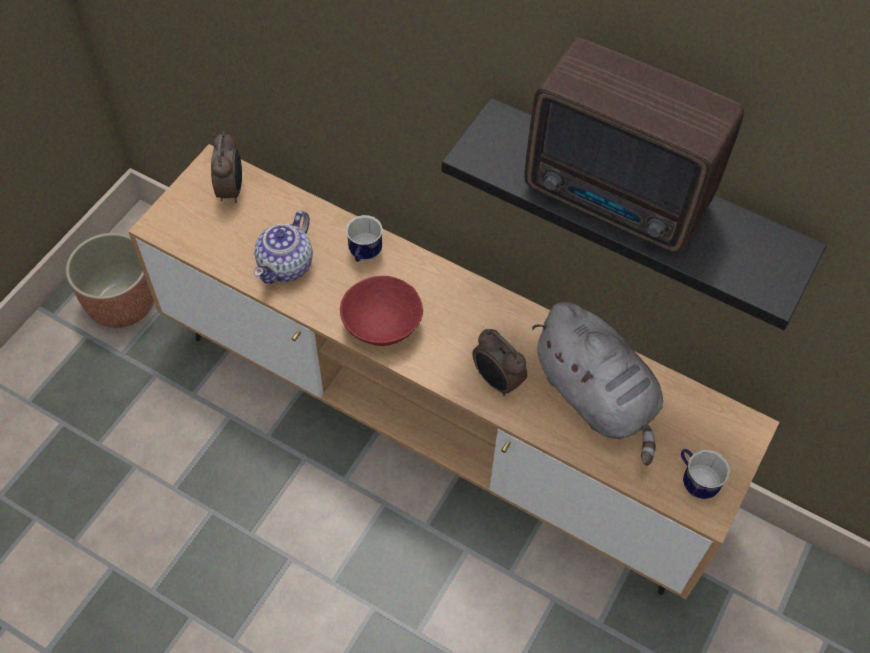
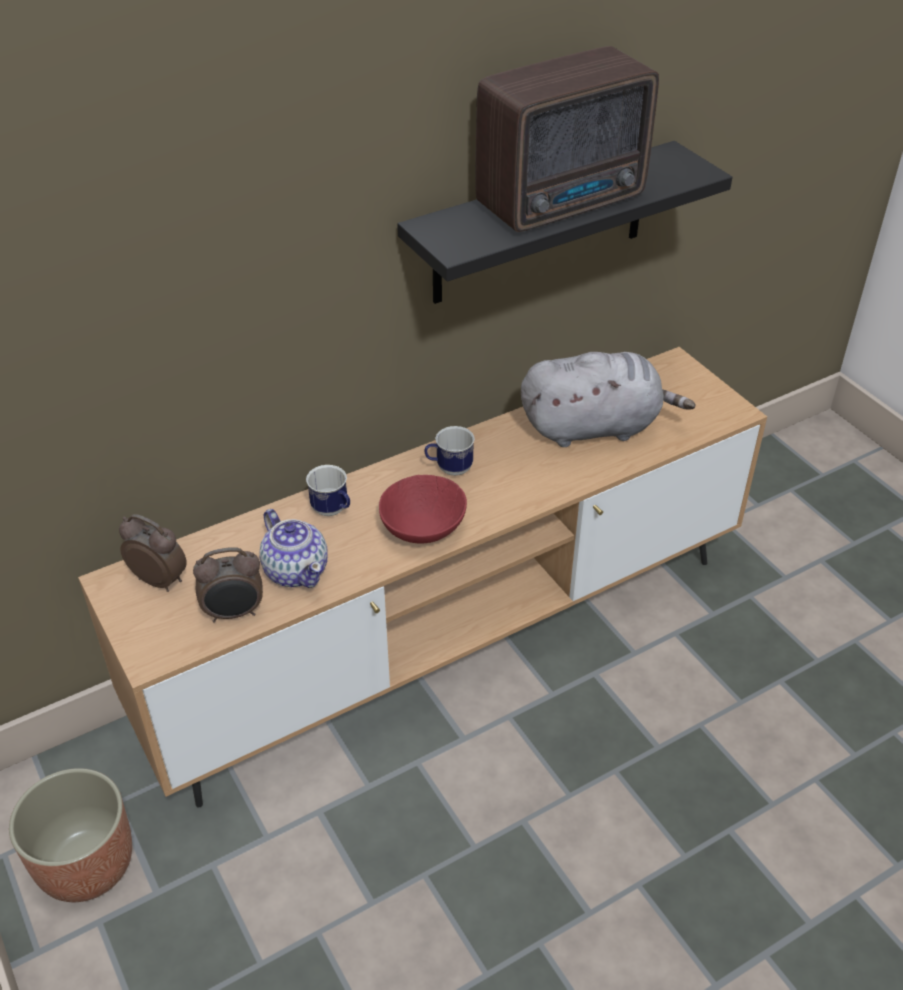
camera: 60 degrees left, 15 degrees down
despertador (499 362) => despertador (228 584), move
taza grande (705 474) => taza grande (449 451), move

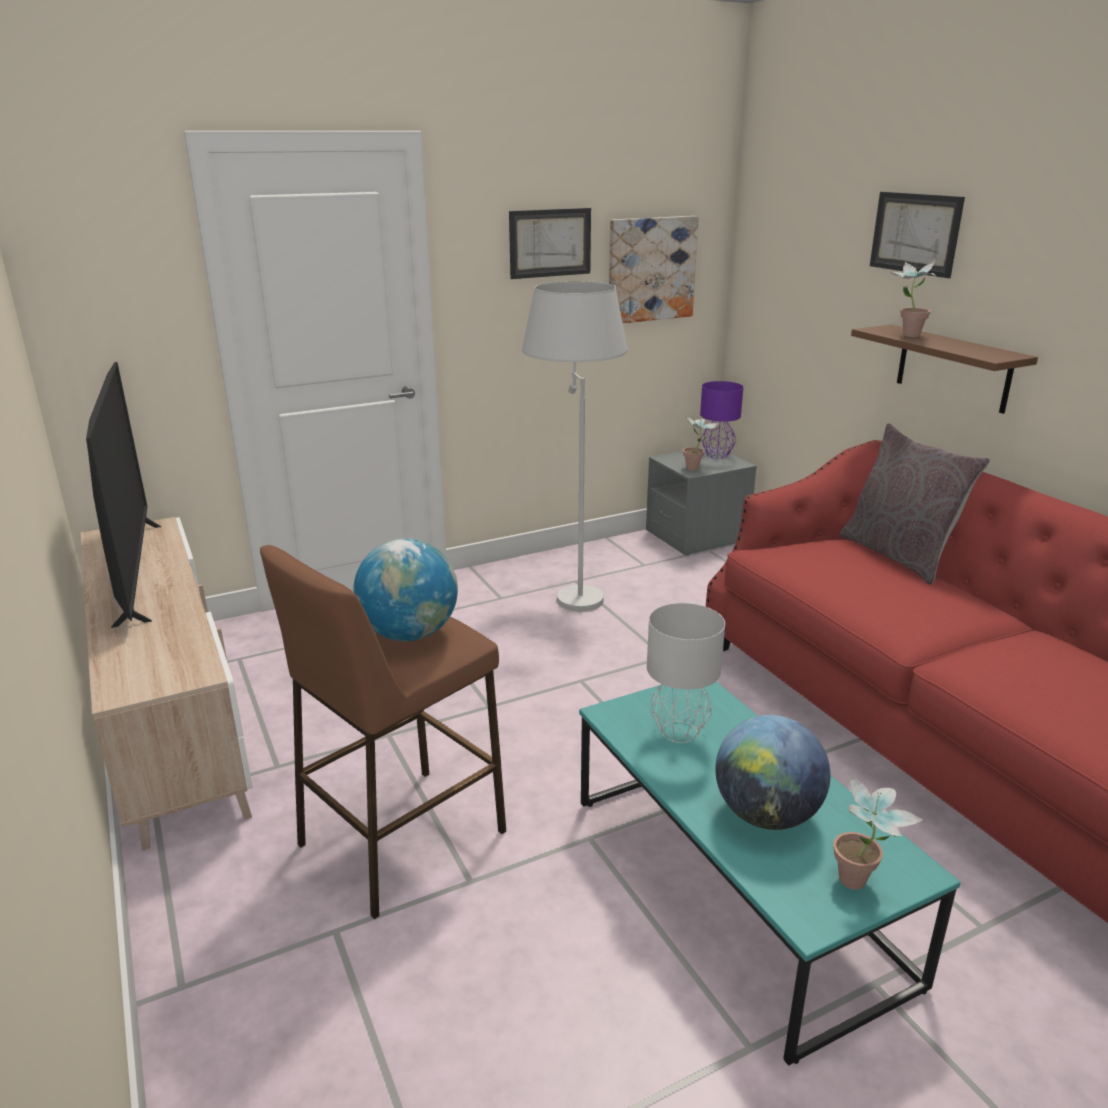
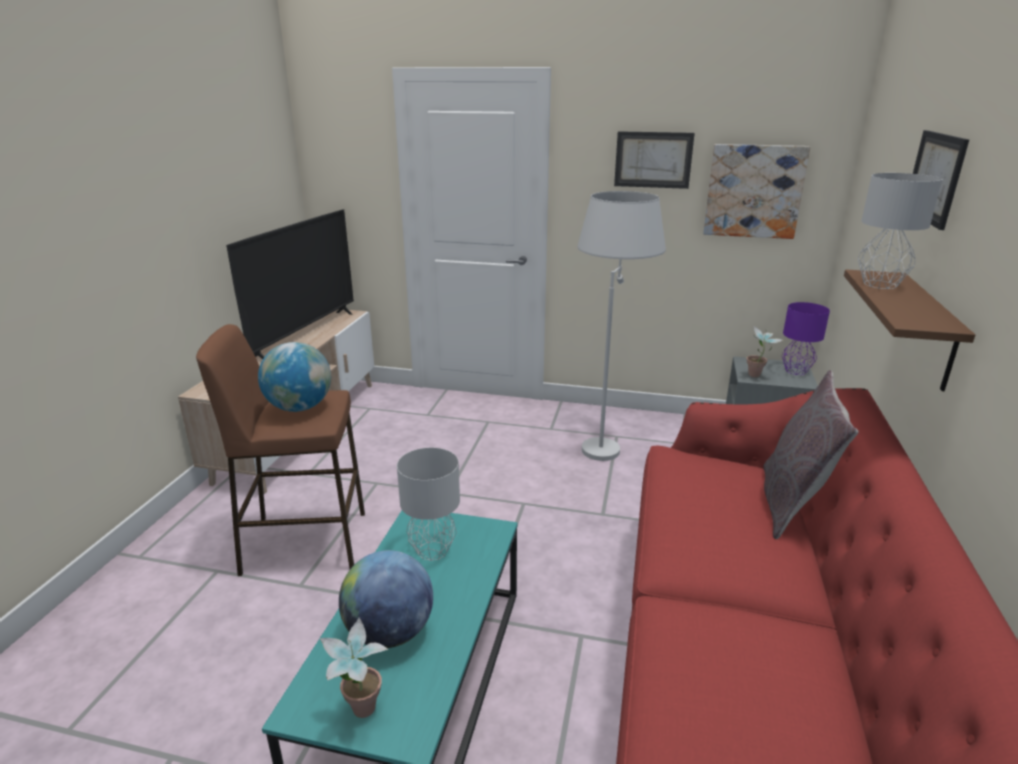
camera: 40 degrees right, 0 degrees up
planta en maceta (913 298) => lámpara de mesa/gris (900 231)

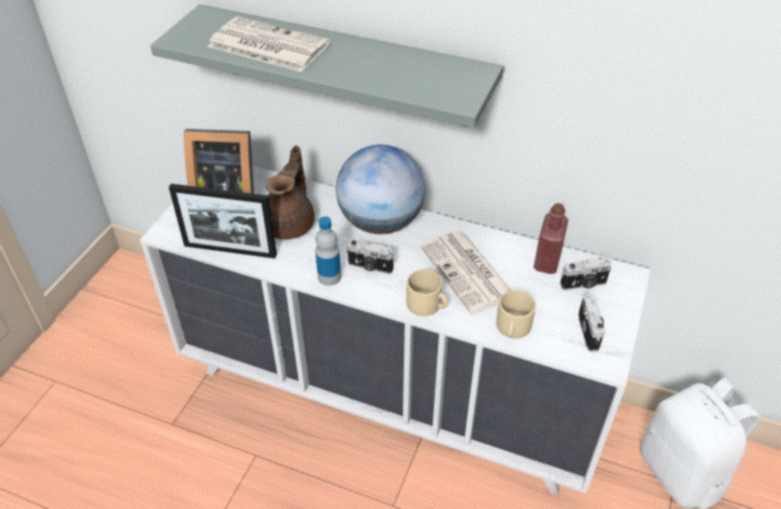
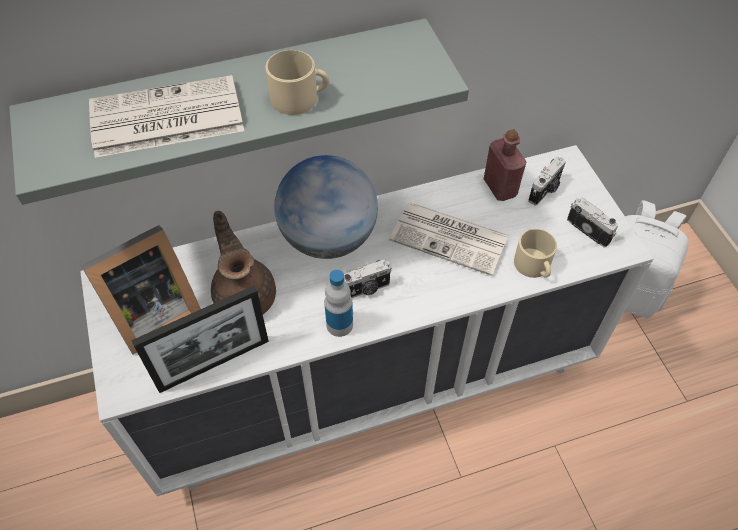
camera: 40 degrees left, 10 degrees up
taza grande/beis (427 292) => taza grande/beis (297 82), move

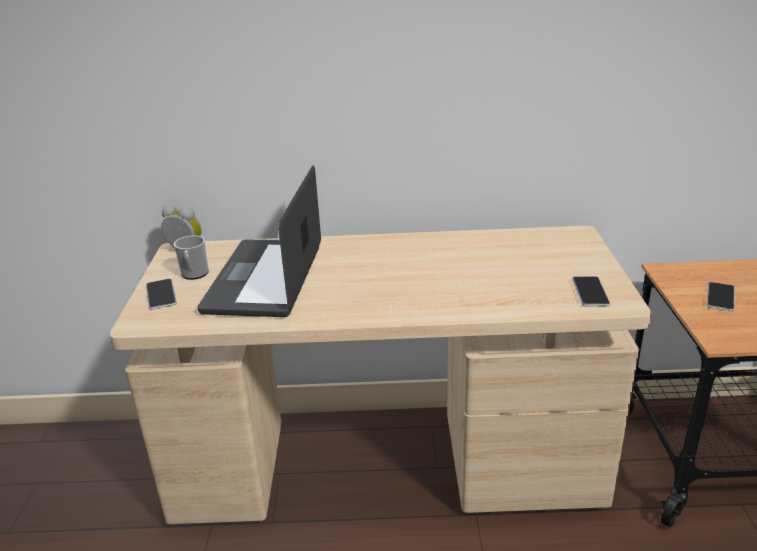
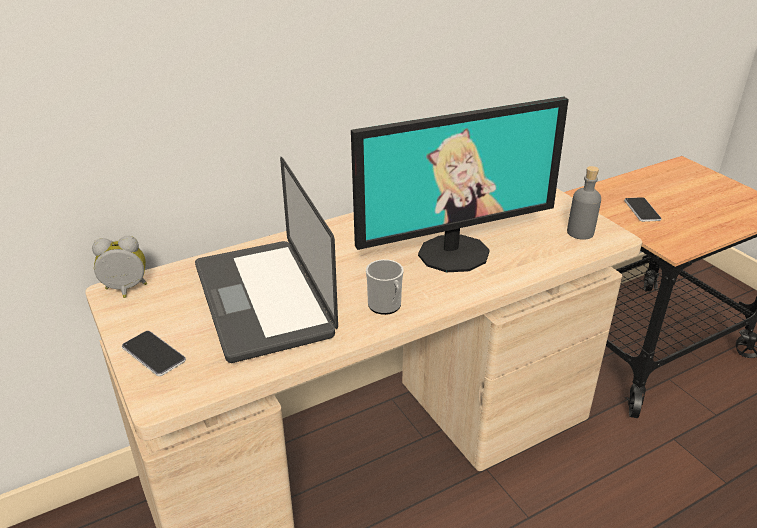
camera: 30 degrees left, 5 degrees up
taza grande (191 257) => taza grande (385 287), move
móvil (591 291) => botella/gris (584 203)
nothing => monitor (460 184)

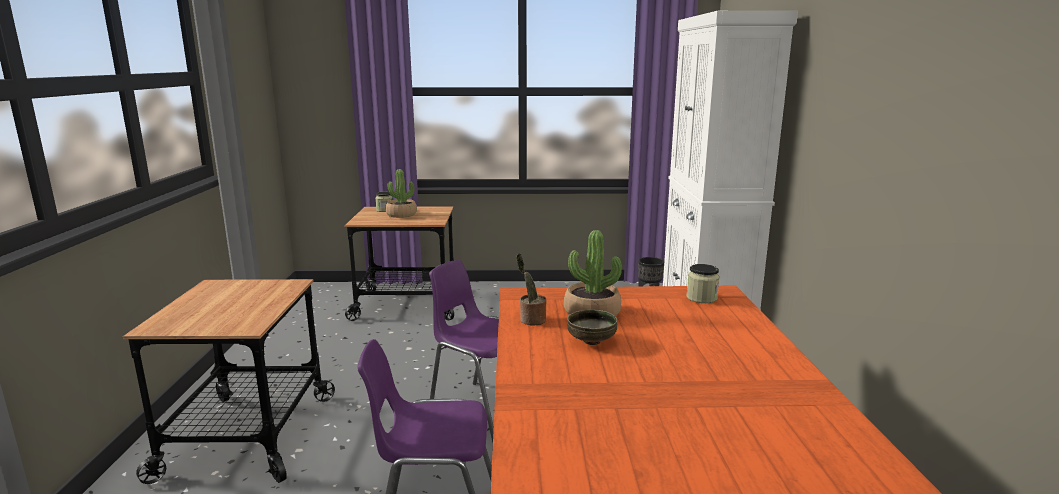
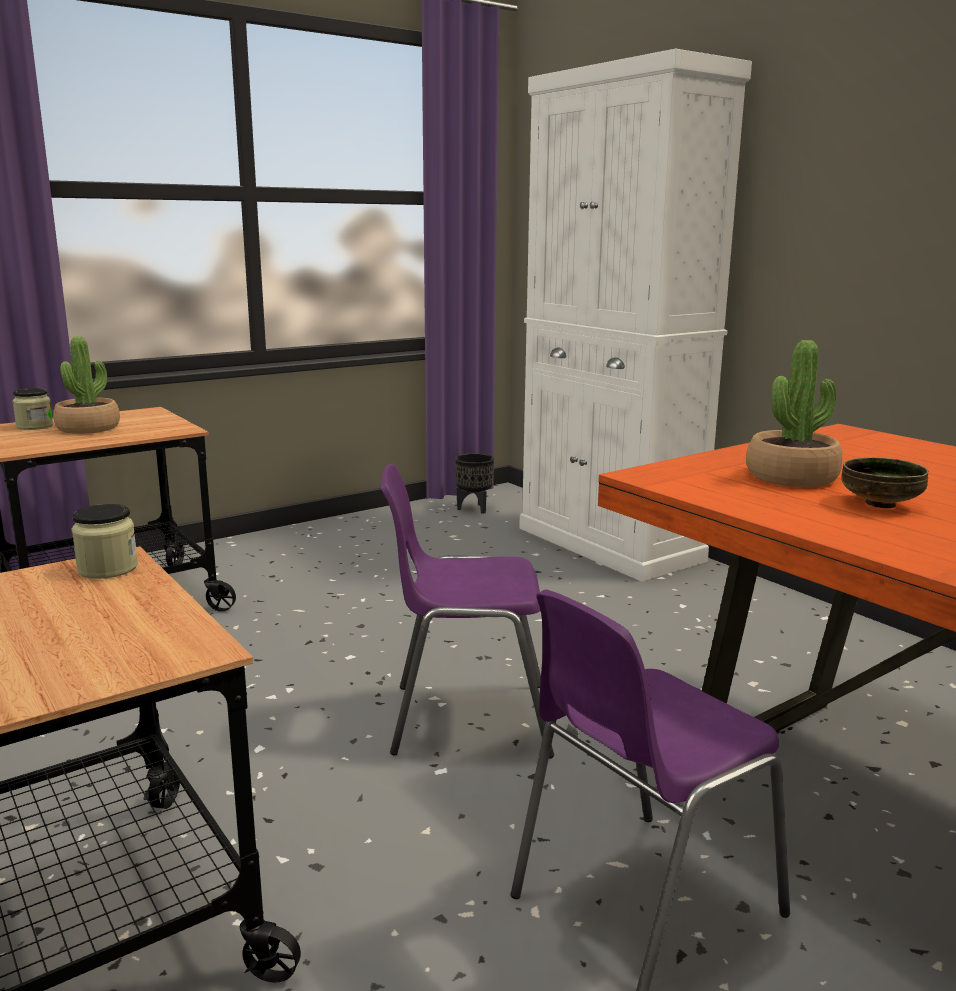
camera: 35 degrees left, 0 degrees up
planta en maceta (531 289) => nothing
tarro (703 283) => tarro (105 541), move

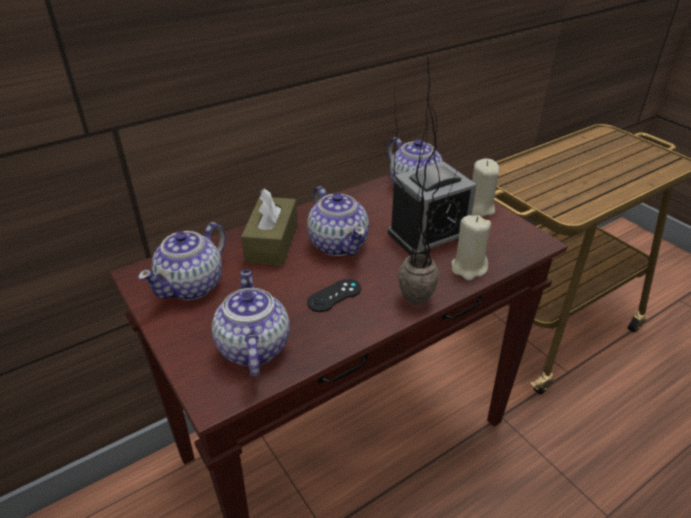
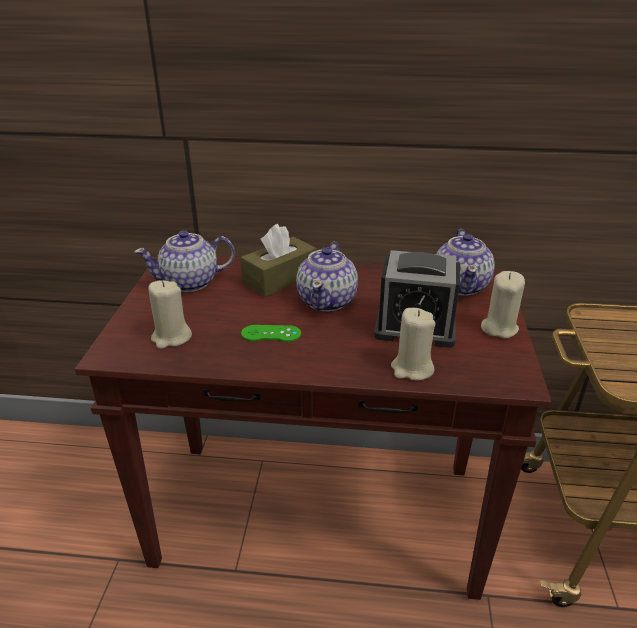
camera: 40 degrees right, 5 degrees down
planta en maceta (425 179) => nothing
tetera (251 323) => vela/beis (170 314)
mando de consola/negro (334 295) => mando de consola/verde (271 333)

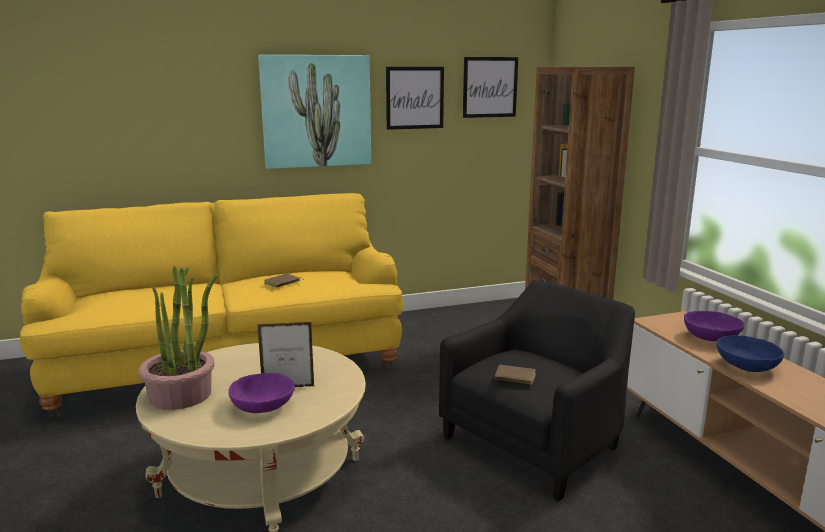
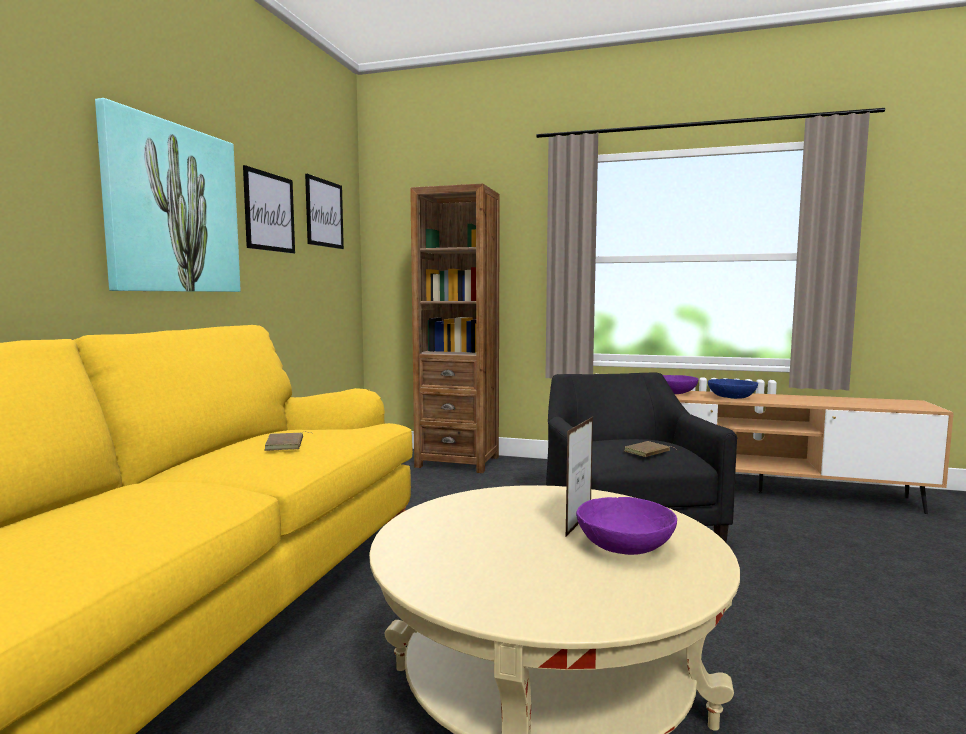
camera: 55 degrees left, 10 degrees down
planta en maceta (178 338) => nothing

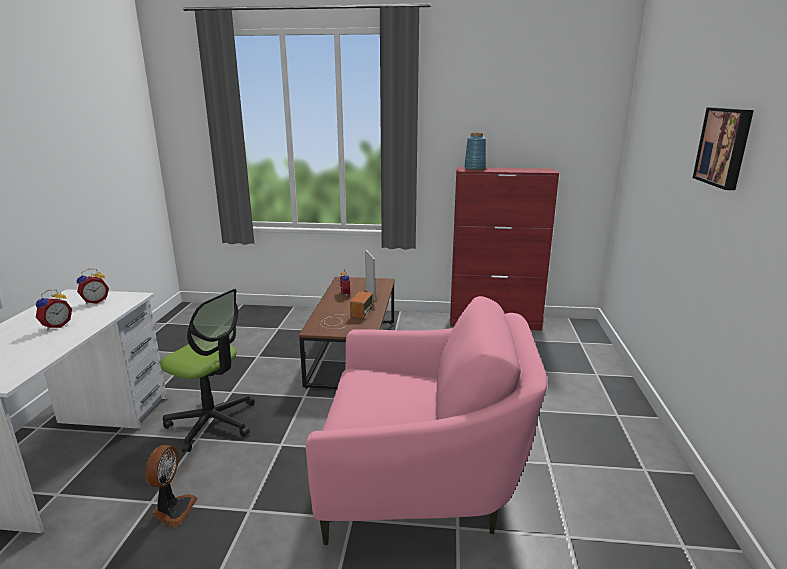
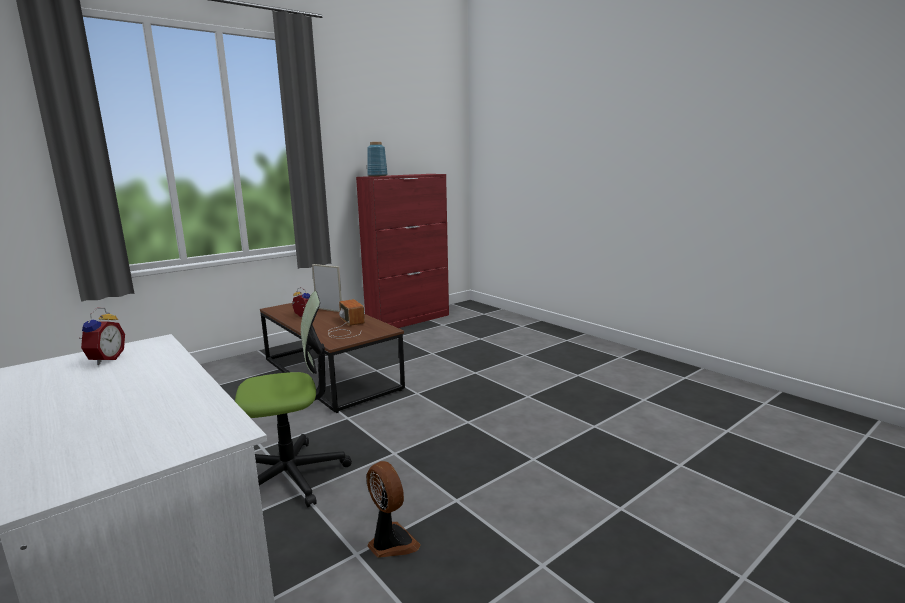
camera: 45 degrees left, 5 degrees down
cuadro (723 148) => nothing
despertador (54 309) => nothing
sillón/rosa (426 420) => nothing

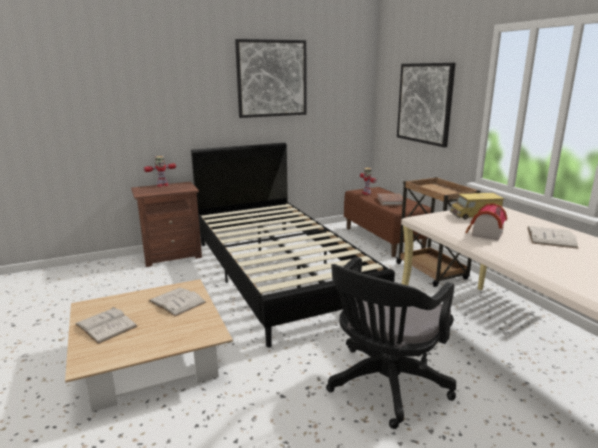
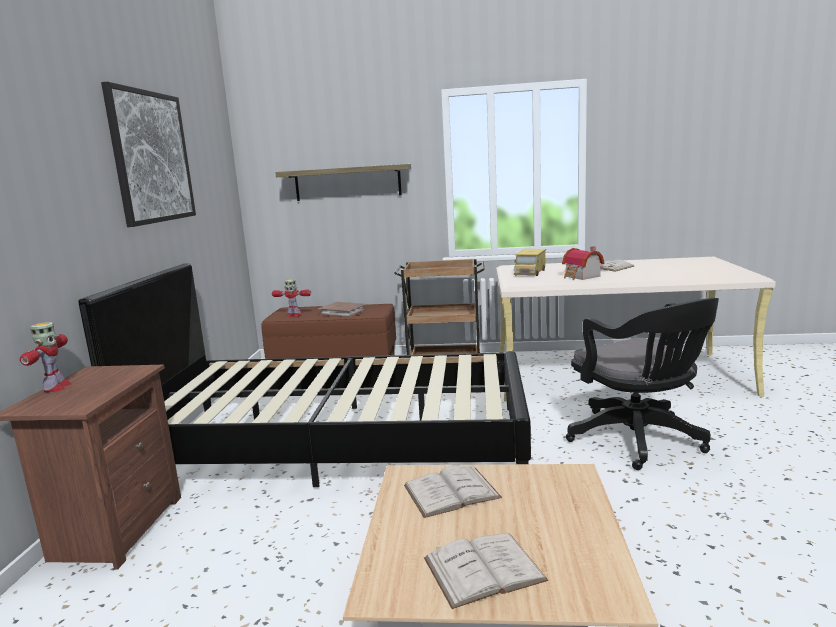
camera: 60 degrees left, 5 degrees down
cuadro (426 105) => estante (343 182)

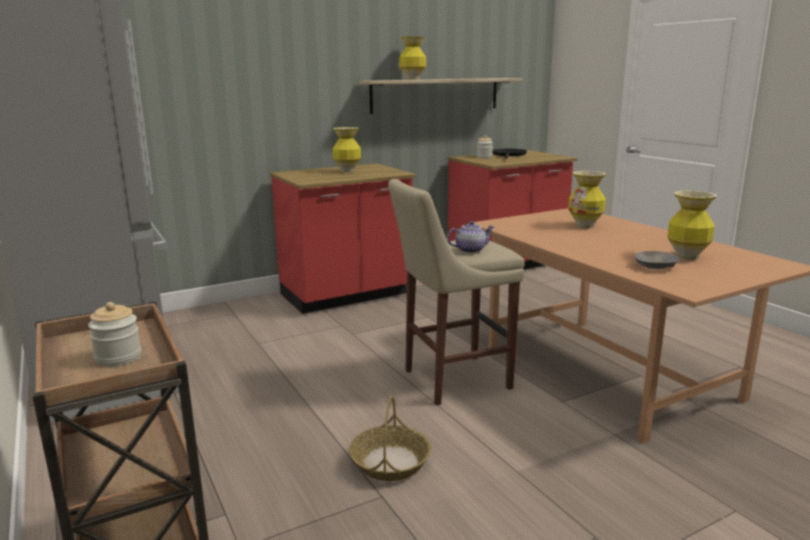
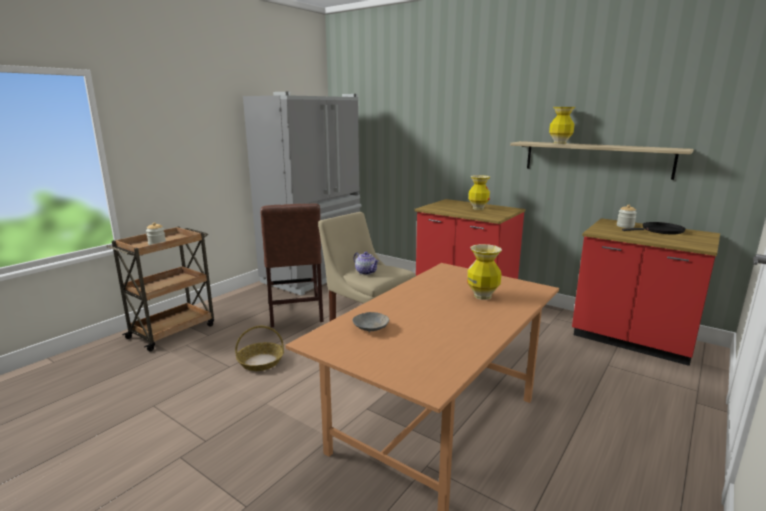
camera: 65 degrees right, 0 degrees up
florero (692 225) => nothing
nothing => silla/marrón (292 265)

